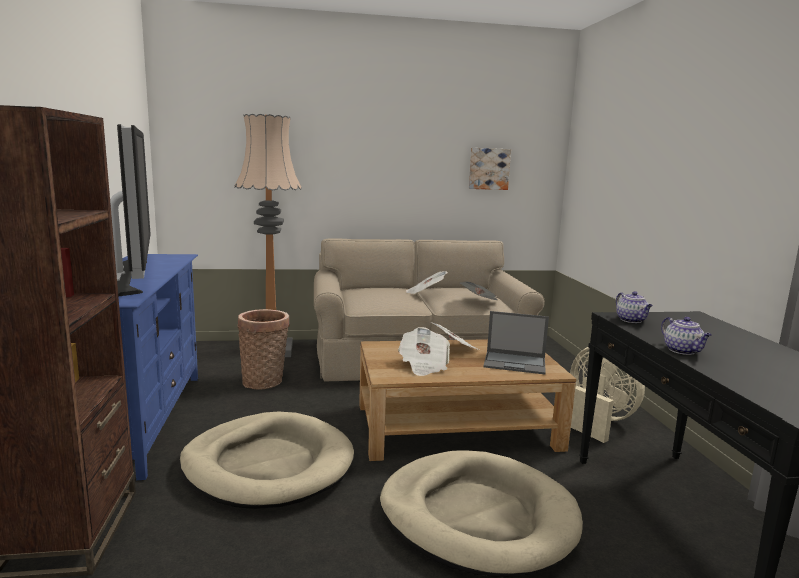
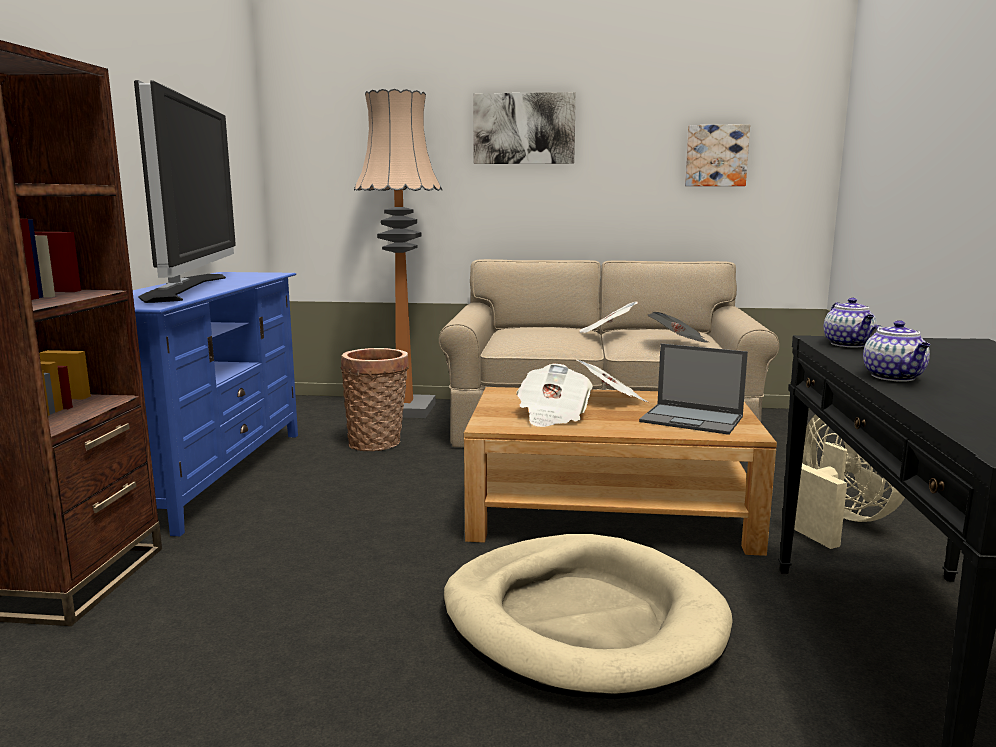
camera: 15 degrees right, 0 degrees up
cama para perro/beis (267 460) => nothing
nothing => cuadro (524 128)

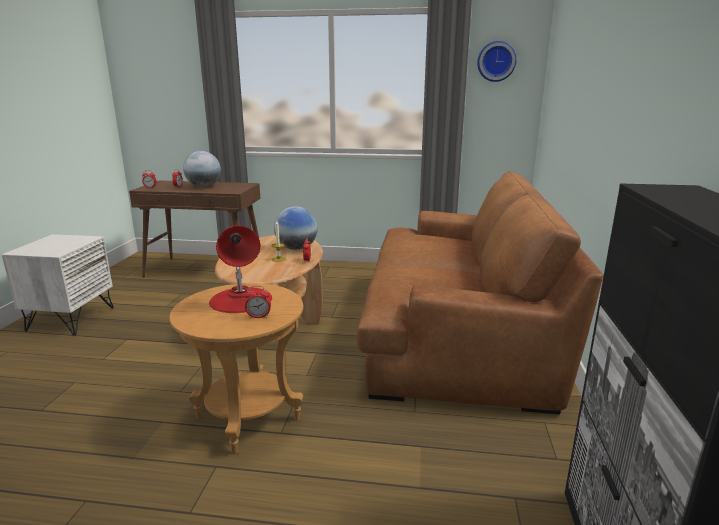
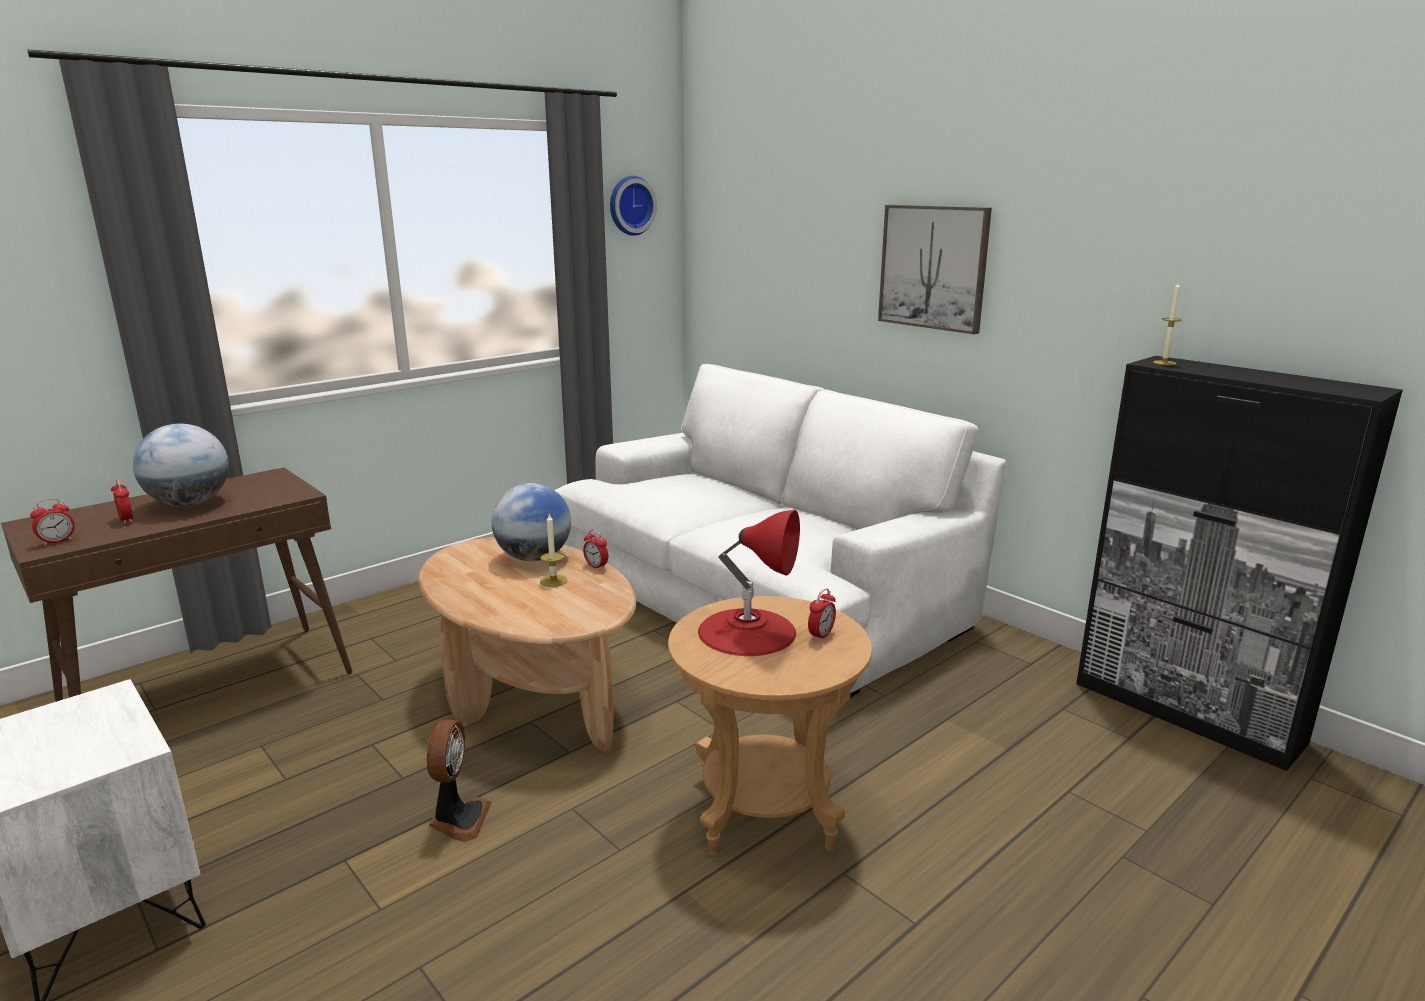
camera: 50 degrees left, 0 degrees up
sofá/marrón (480 292) => sofá/blanco (780 531)
nothing => cuadro (935 269)
nothing => vela (1167 323)
nothing => ventilador (459 781)

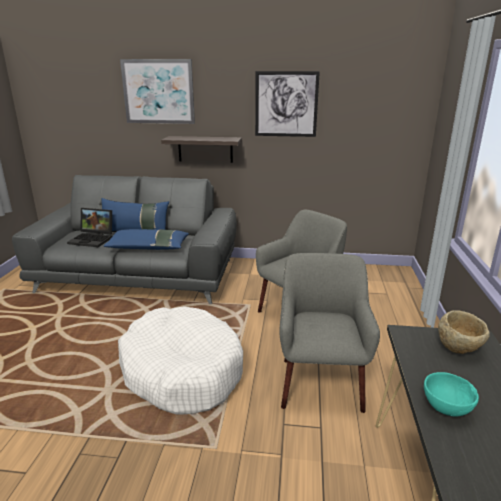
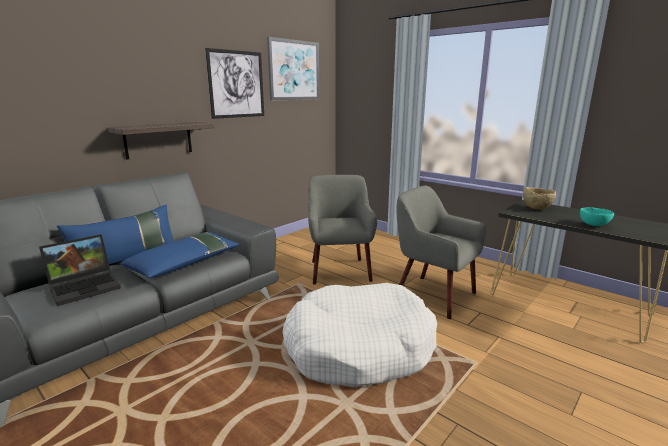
camera: 55 degrees left, 5 degrees down
cuadro (157 91) => cuadro (293 69), move

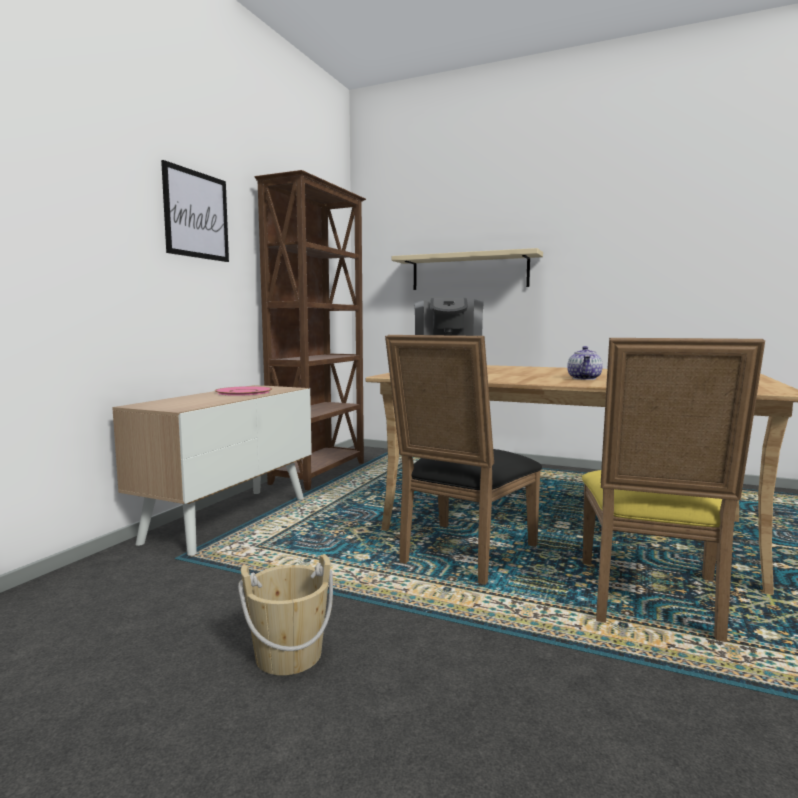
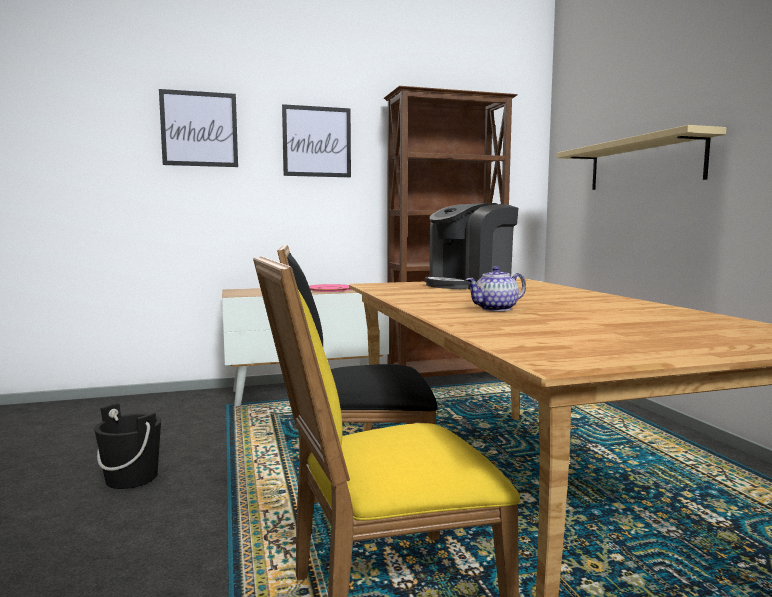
camera: 50 degrees right, 0 degrees up
cubo/beis (285 614) => cubo/negro (127 446)
nothing => cuadro (198 128)

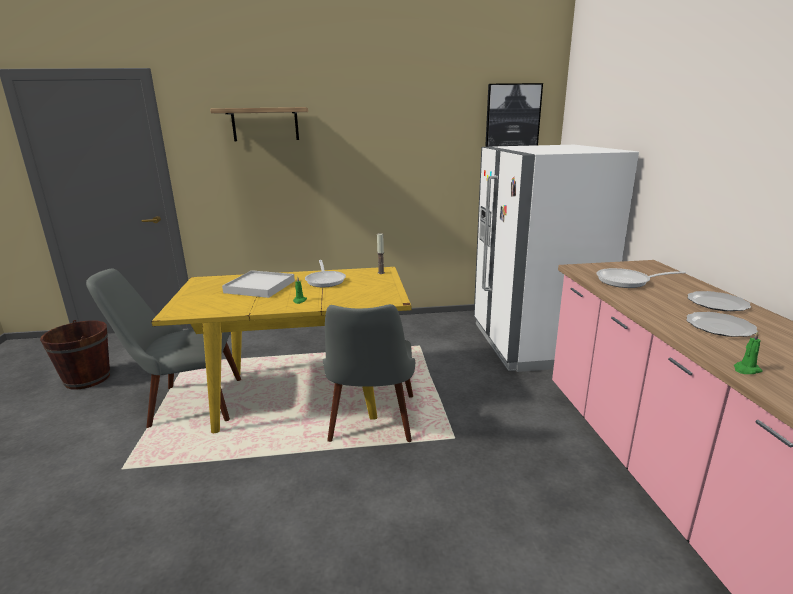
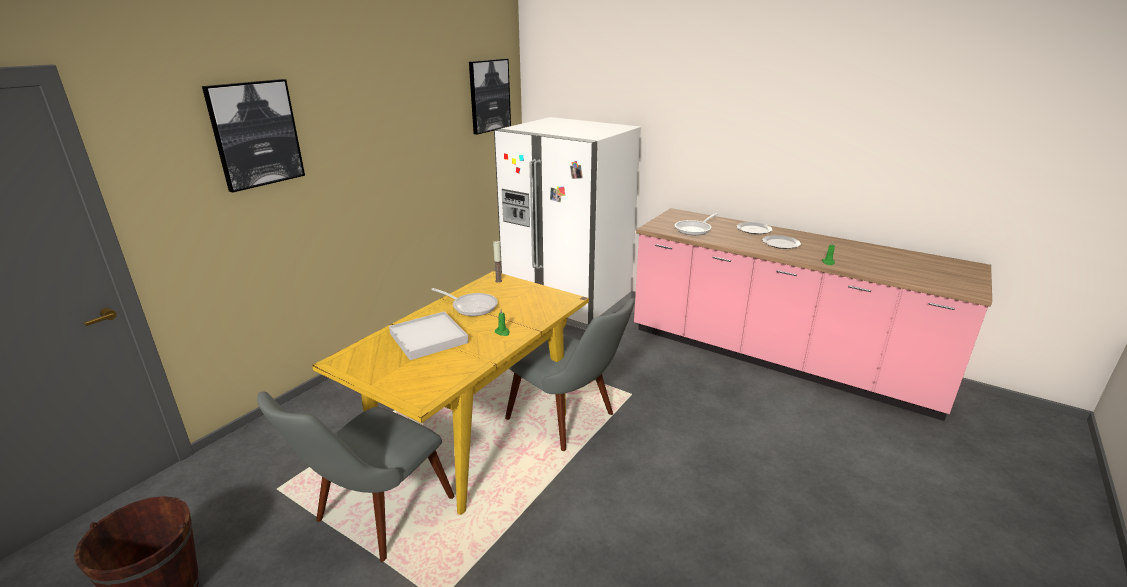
camera: 50 degrees left, 5 degrees up
estante (259 124) => cuadro (253 136)

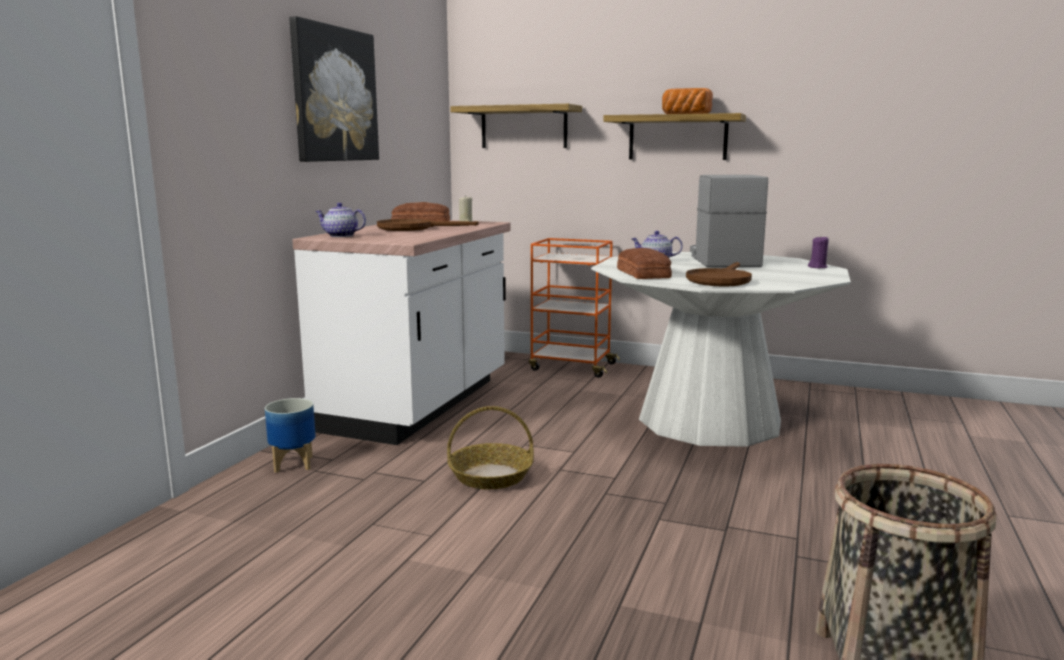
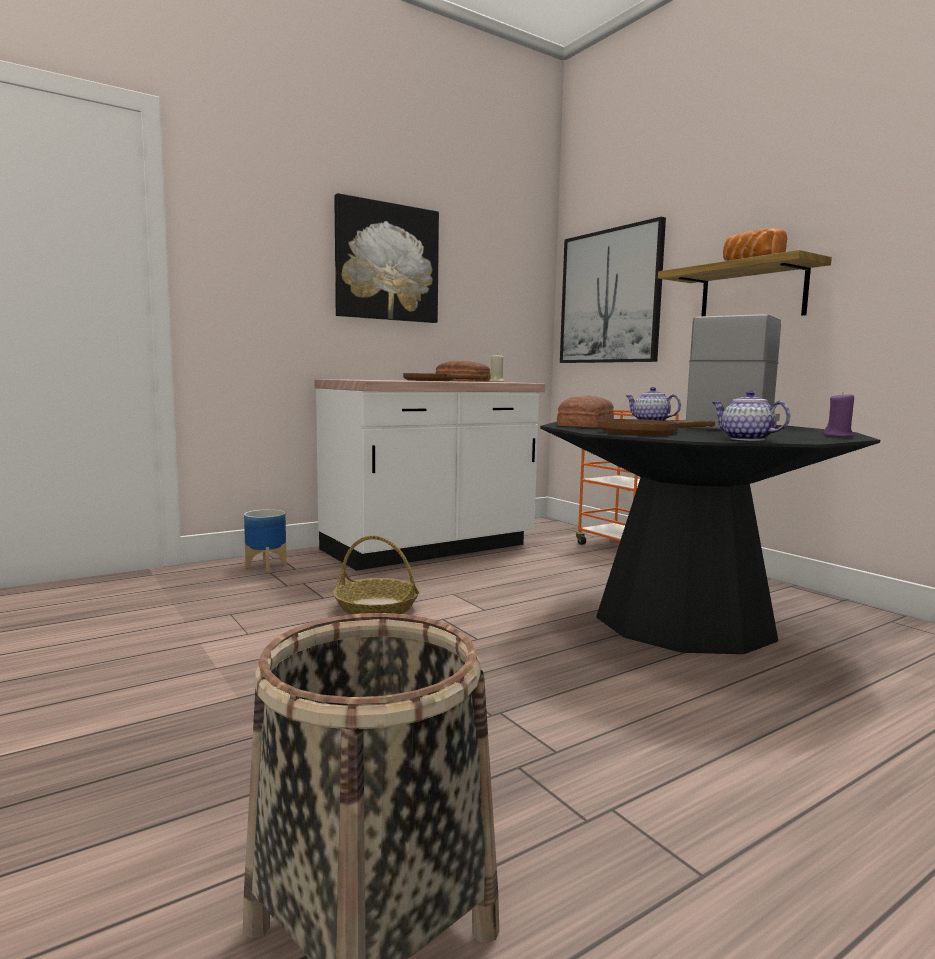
camera: 35 degrees right, 5 degrees down
estante (516 126) => cuadro (613 290)
tetera (340 220) => tetera (751 416), move
mesa de comedor/blanco (721 349) => mesa de comedor/negro (710 537)

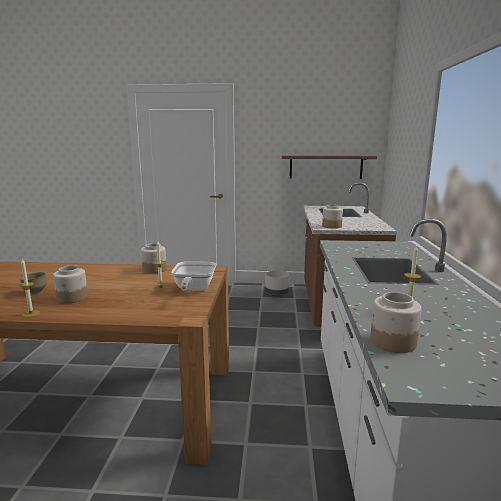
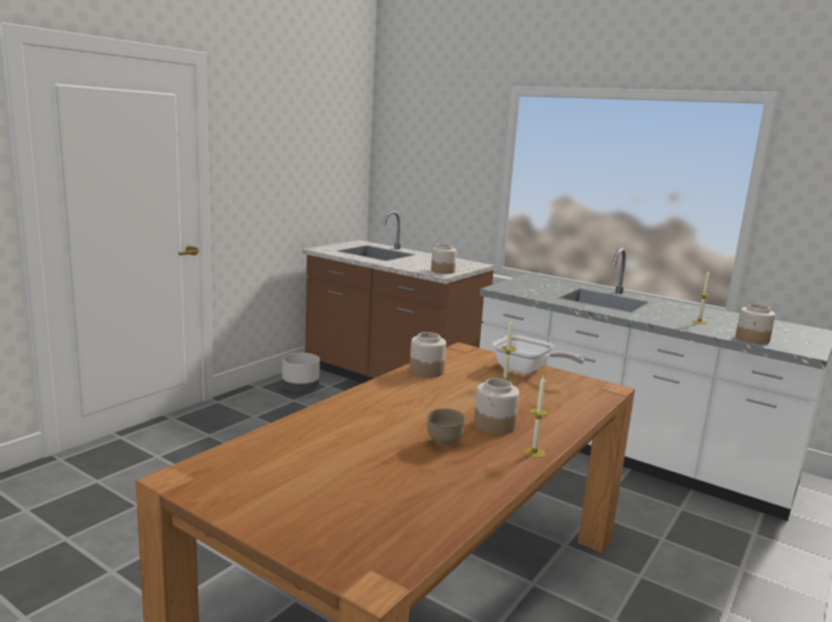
camera: 60 degrees left, 0 degrees up
estante (329 167) => nothing

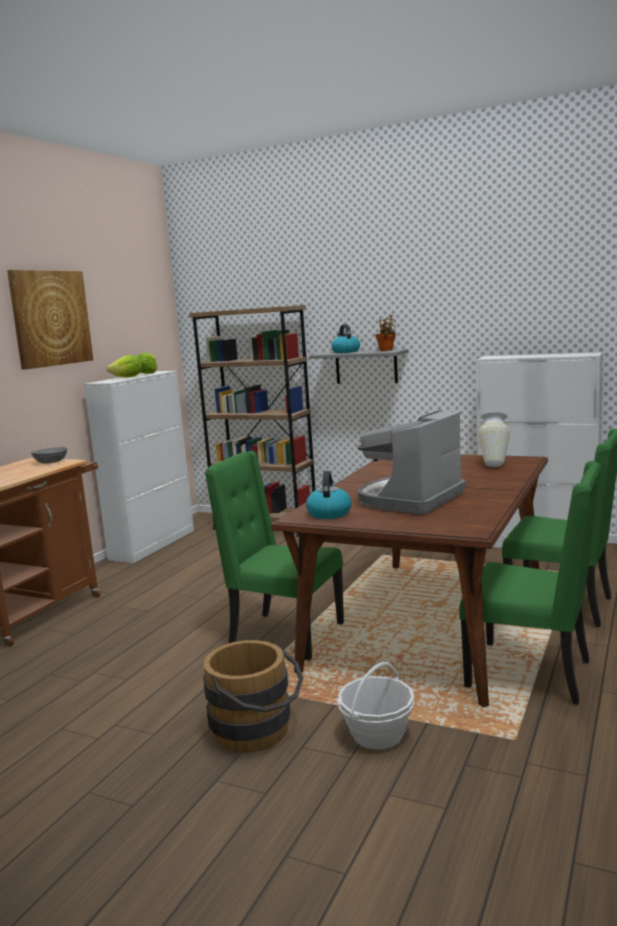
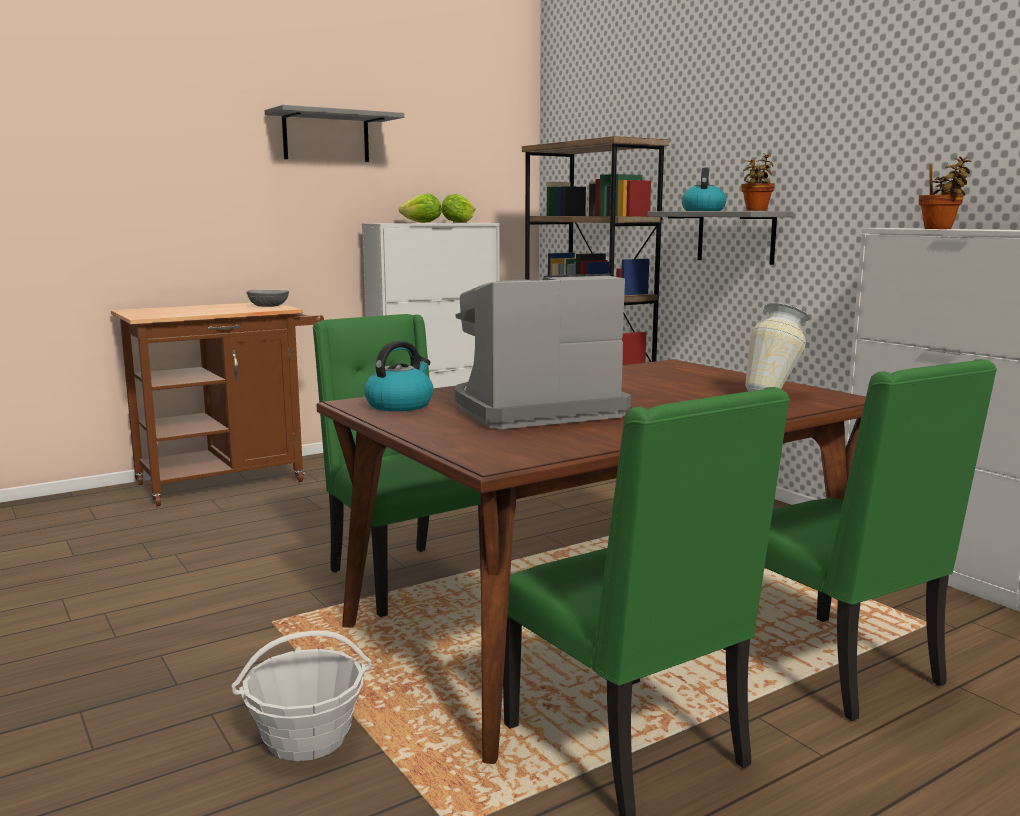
camera: 30 degrees right, 0 degrees up
cuadro (50 320) => estante/gris (334 133)
cubo/marrón (253 696) => nothing
nothing => planta en maceta (945 192)

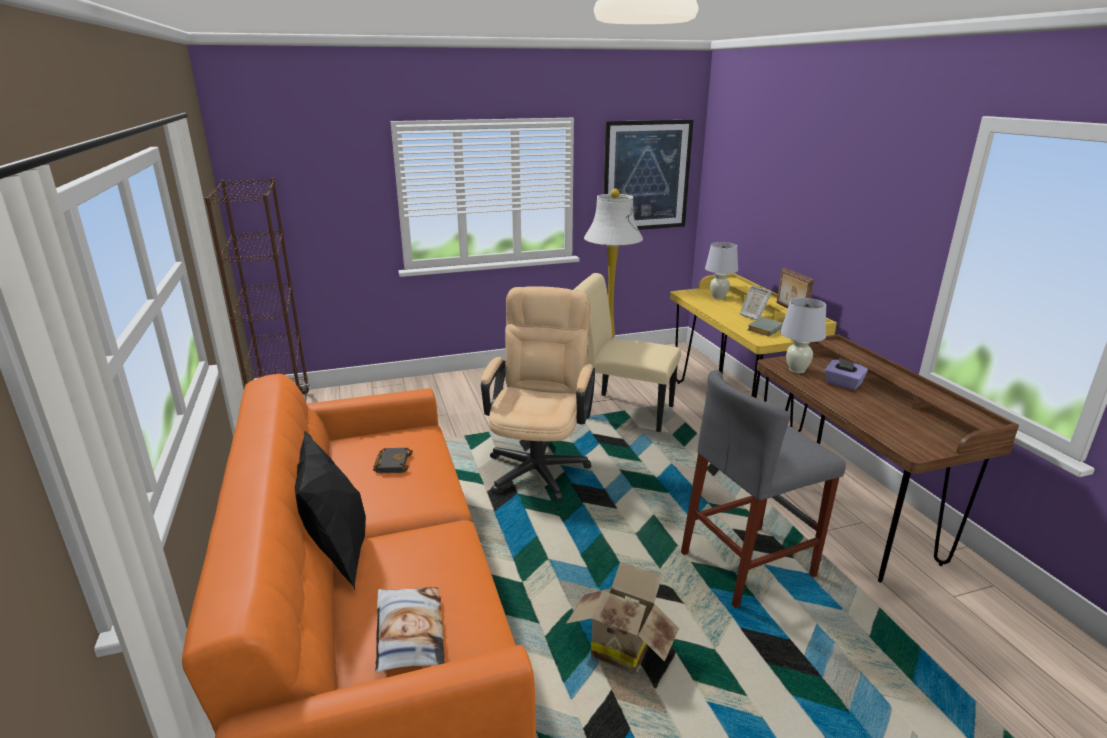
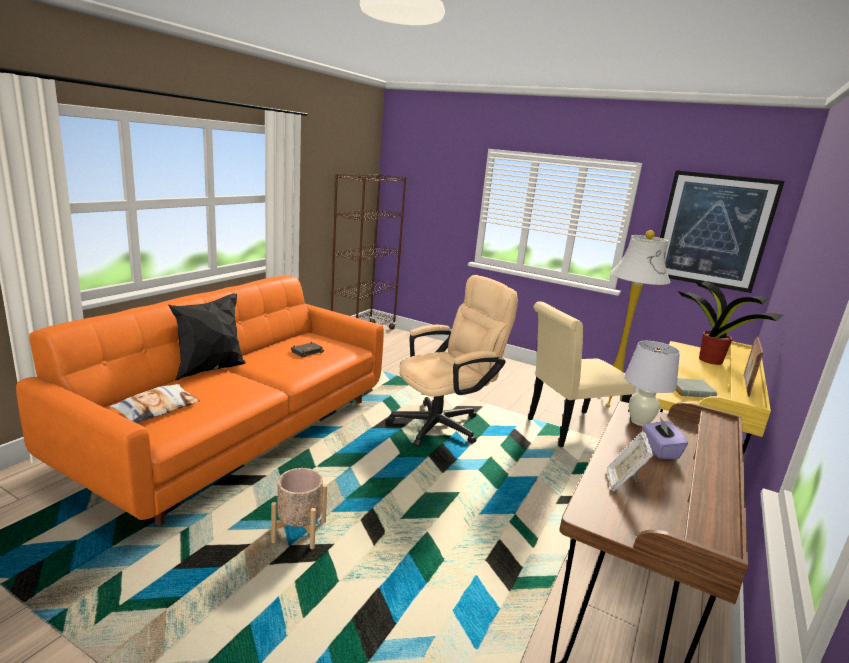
camera: 45 degrees right, 5 degrees down
lámpara de mesa/blanco (721 270) => planta en maceta (731 323)
silla/beis (627 352) => silla/beis (582 374), 90 degrees counterclockwise
portarretratos (756 302) => portarretratos (630 461), move
taburete/gris (763 489) => nothing
caja de cartón (622 618) => maceta/beis (299 508)

